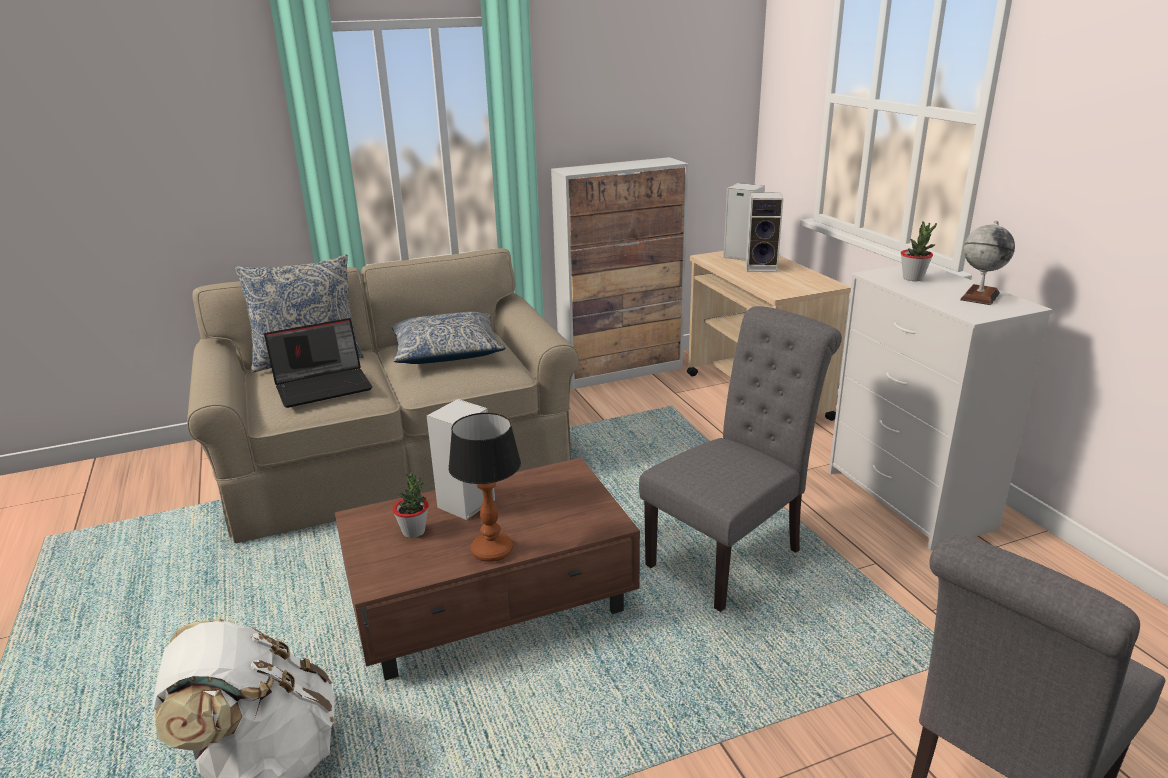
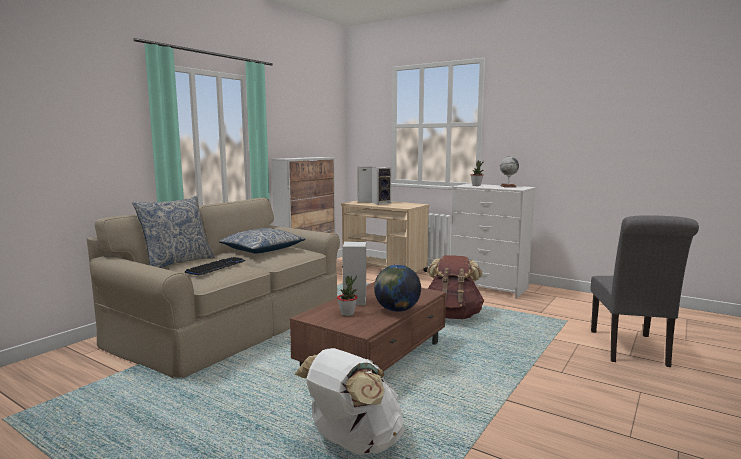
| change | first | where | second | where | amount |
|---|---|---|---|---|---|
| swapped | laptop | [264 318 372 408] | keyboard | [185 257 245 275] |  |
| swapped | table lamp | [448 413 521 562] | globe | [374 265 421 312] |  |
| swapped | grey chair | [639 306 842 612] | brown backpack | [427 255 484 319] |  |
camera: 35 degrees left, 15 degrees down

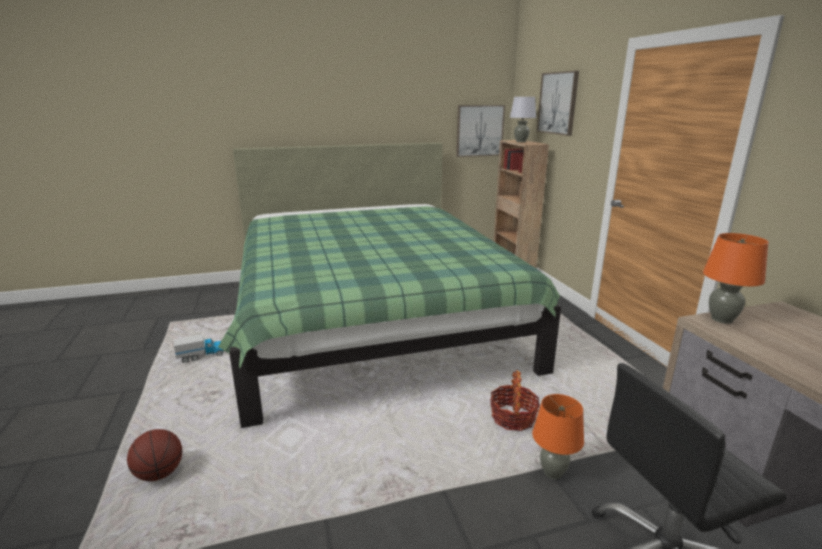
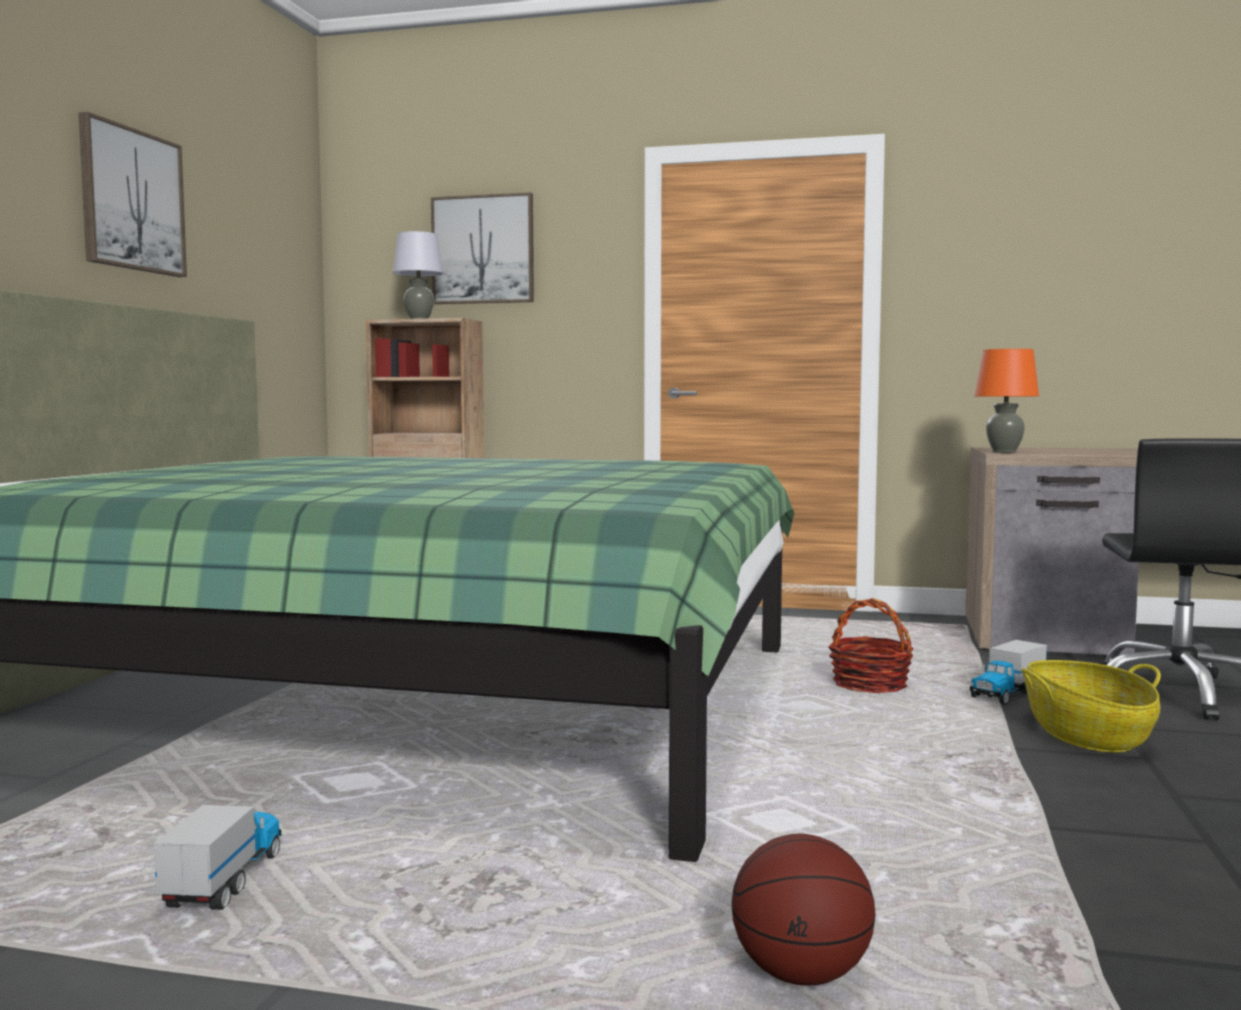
| change | first | where | second | where | amount |
|---|---|---|---|---|---|
| new |  |  | basket | [1021 660 1161 752] |  |
| shifted | picture | [456 105 505 157] |  | [79 112 187 277] |  |
| swapped | orange table lamp | [532 394 584 479] | toy truck | [970 640 1047 705] |  |
camera: 60 degrees left, 15 degrees down

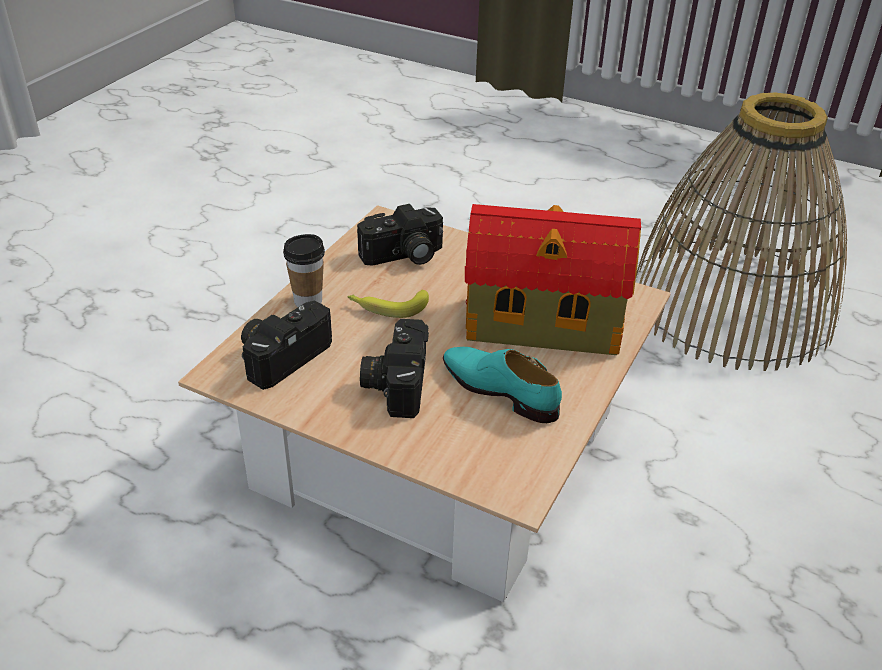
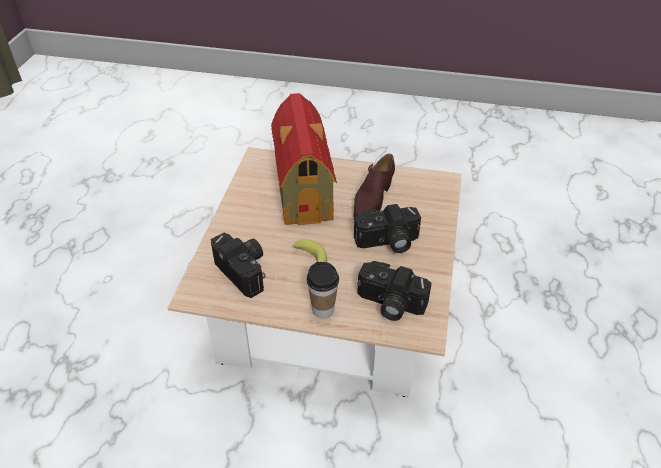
| change | first | where | second | where | amount |
|---|---|---|---|---|---|
| gone | basket | [636 92 847 371] |  |  |  |
| repainted | turquoise shoe | [443 347 562 423] | brown shoe | [354 154 395 219] |  |
camera: 105 degrees left, 5 degrees up

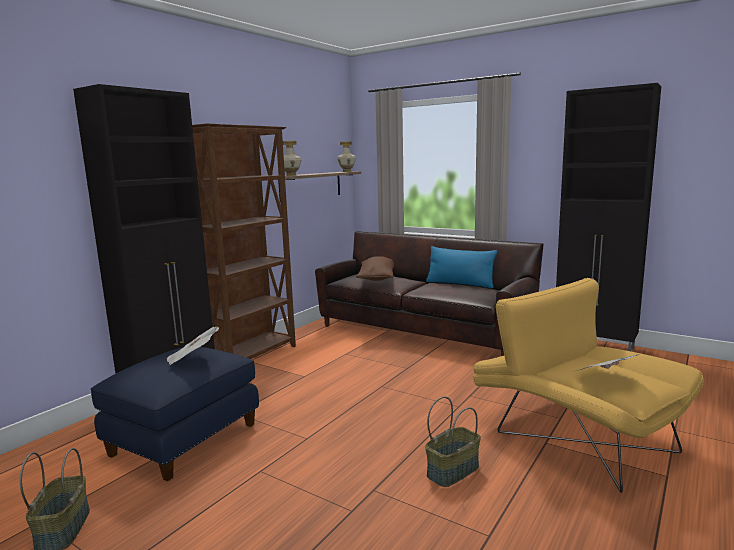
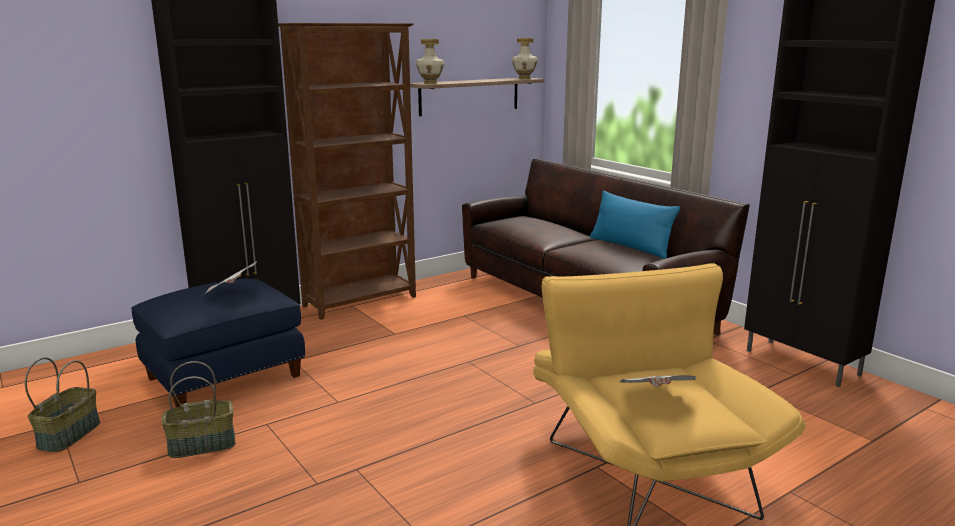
| change | first | where | second | where | amount |
|---|---|---|---|---|---|
| gone | brown pillow | [356 256 394 281] |  |  |  |
| shifted | basket | [425 396 481 487] |  | [162 361 235 458] |  |
camera: 20 degrees right, 5 degrees up

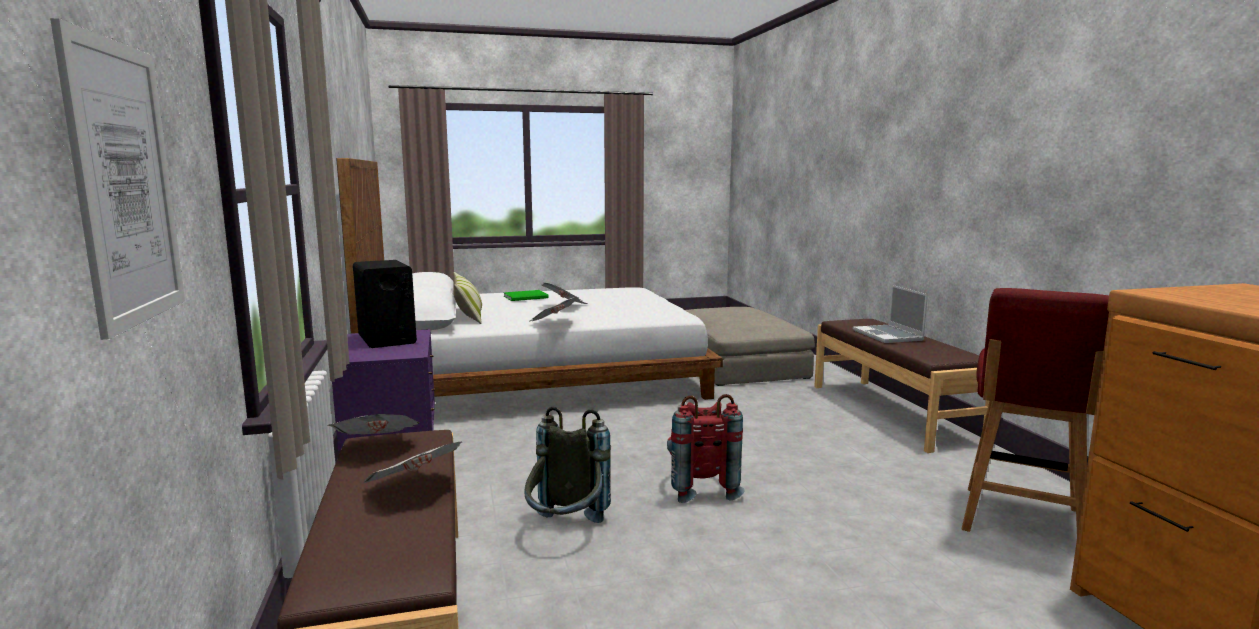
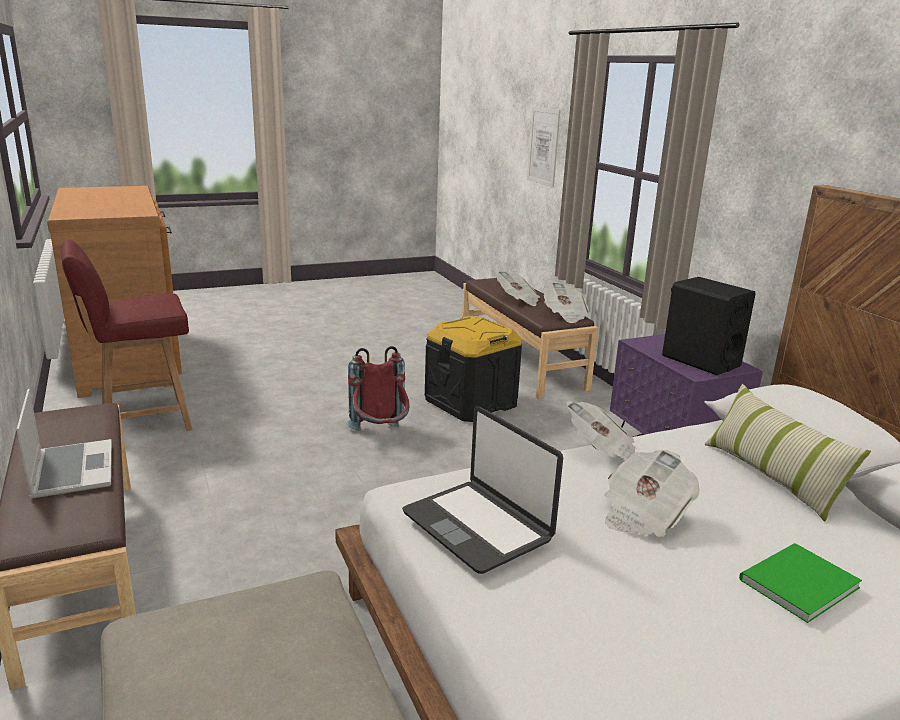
| change | first | where | second | where | amount |
|---|---|---|---|---|---|
| new |  |  | laptop | [402 407 563 574] |  |
| swapped | grey backpack | [525 407 611 523] | black storage box | [425 316 522 422] |  |
| rotated | red chair | [962 288 1109 535] |  | [61 240 192 431] | 135 degrees counterclockwise |
camera: 170 degrees right, 10 degrees up

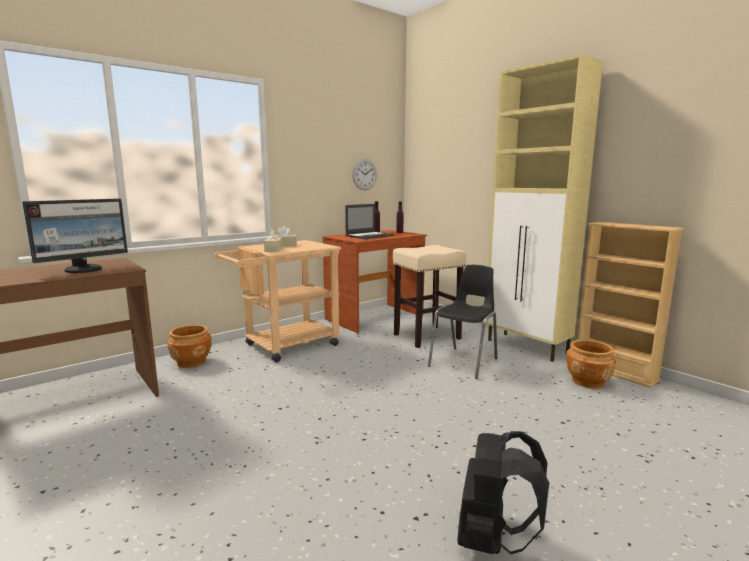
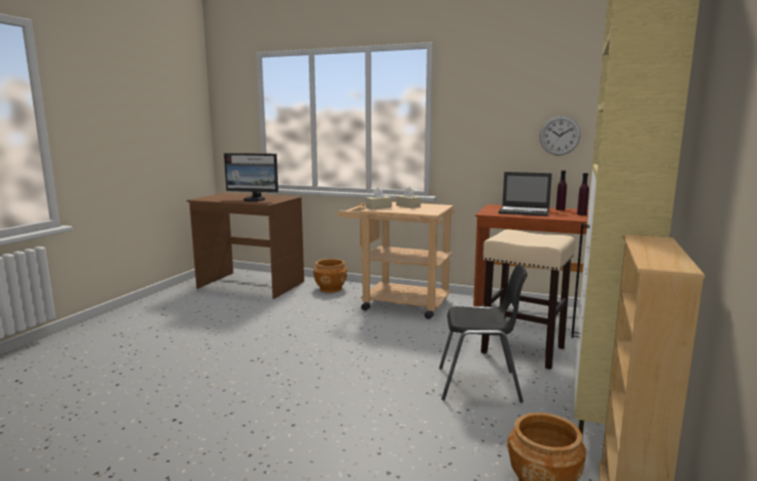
| change | first | where | second | where | amount |
|---|---|---|---|---|---|
| gone | black backpack | [458 431 549 555] |  |  |  |
camera: 60 degrees right, 0 degrees up

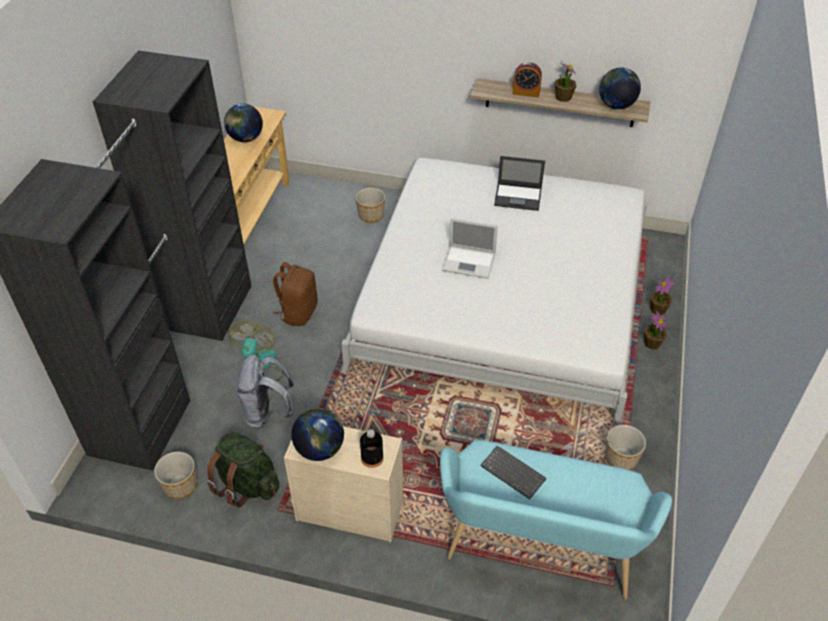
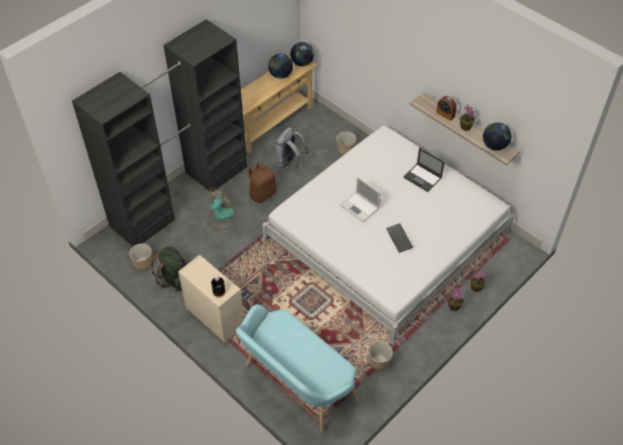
| change | first | where | second | where | amount |
|---|---|---|---|---|---|
| shifted | grey backpack | [235 354 294 429] |  | [275 127 309 168] |  |
| shifted | globe | [291 408 344 461] |  | [290 42 314 66] |  |
| shifted | keyboard | [480 446 547 499] |  | [386 223 413 253] |  |
camera: 30 degrees right, 5 degrees up

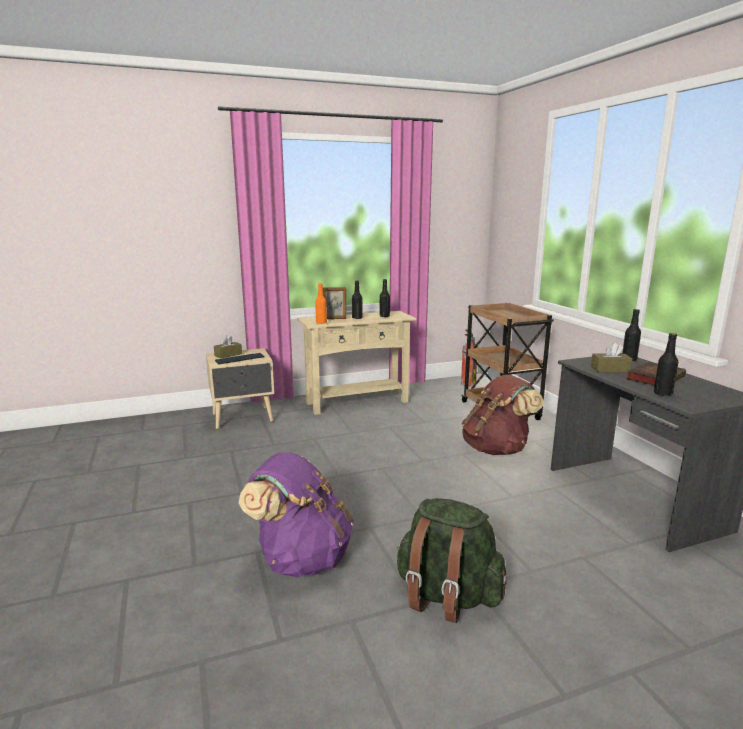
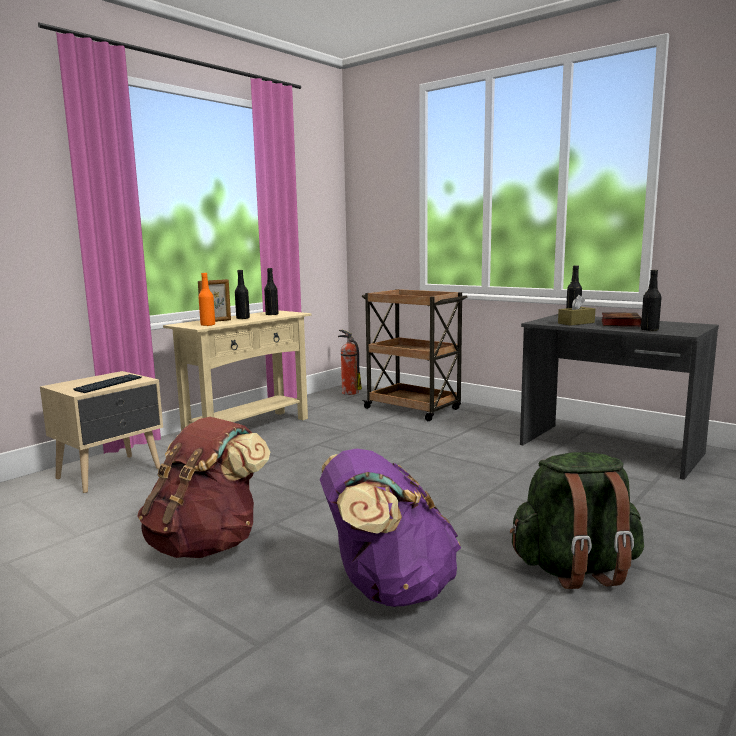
| change | first | where | second | where | amount |
|---|---|---|---|---|---|
| gone | brown tissue box | [214 335 242 359] |  |  |  |
| shifted | brown backpack | [461 375 544 455] |  | [137 417 270 558] |  |
camera: 30 degrees left, 5 degrees down

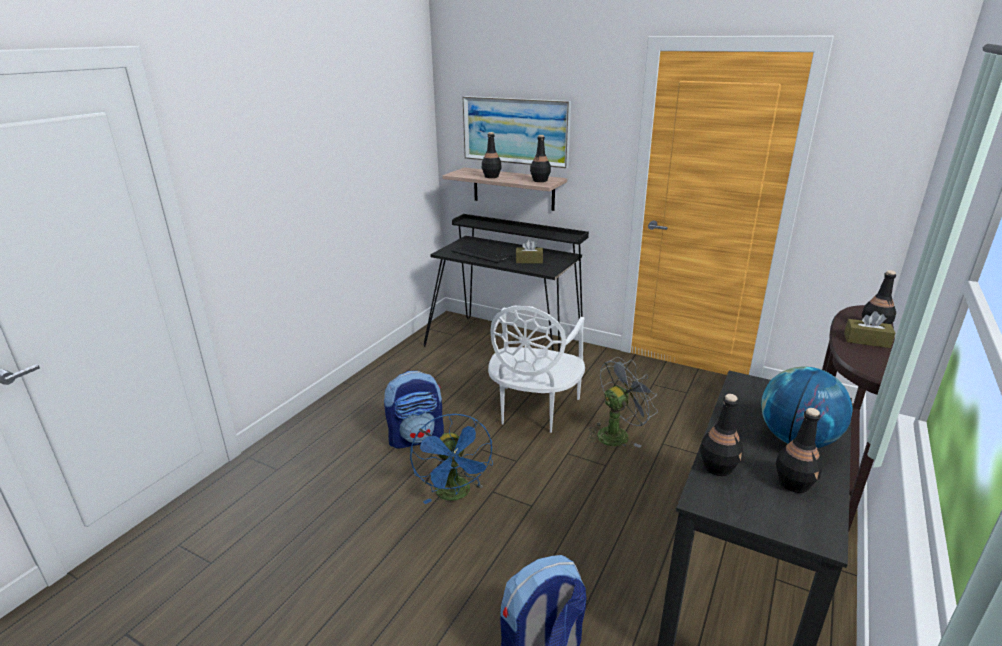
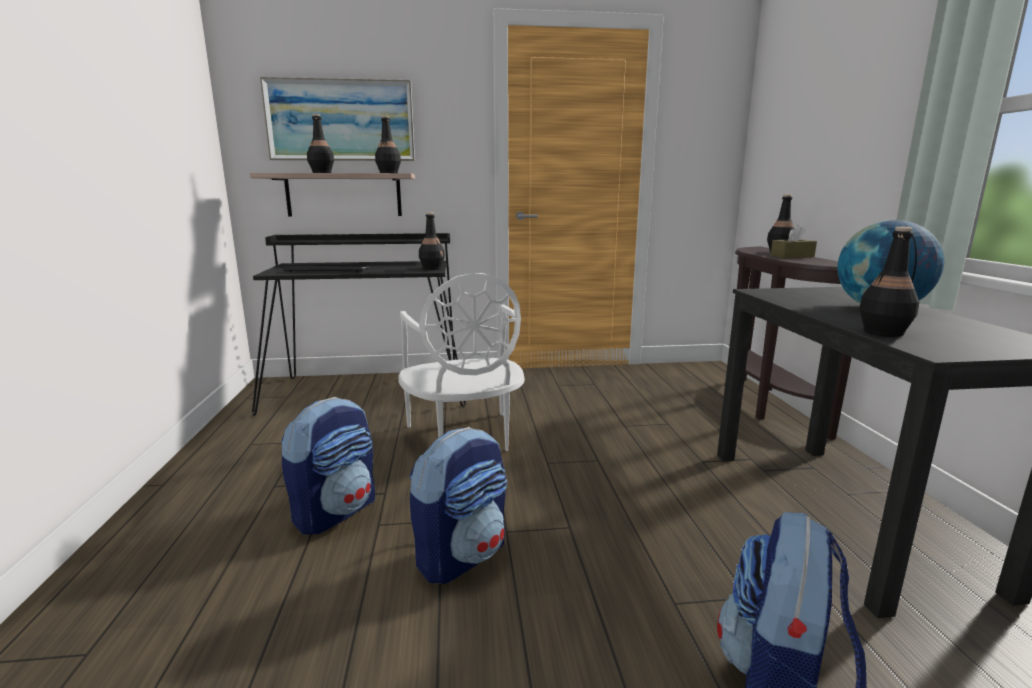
| change | first | where | second | where | amount |
|---|---|---|---|---|---|
| gone | brown tissue box | [516 239 543 263] |  |  |  |
| gone | grey fan | [587 357 658 448] |  |  |  |
| shifted | black bottle | [775 408 823 493] |  | [419 212 445 270] |  |
| swapped | blue fan | [410 414 493 504] | backpack | [409 427 508 584] |  |
camera: 35 degrees left, 10 degrees down

